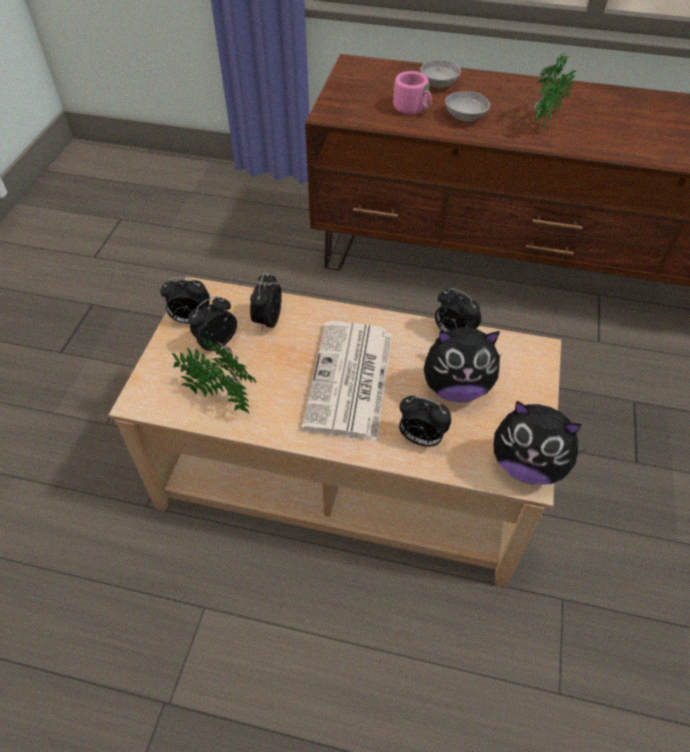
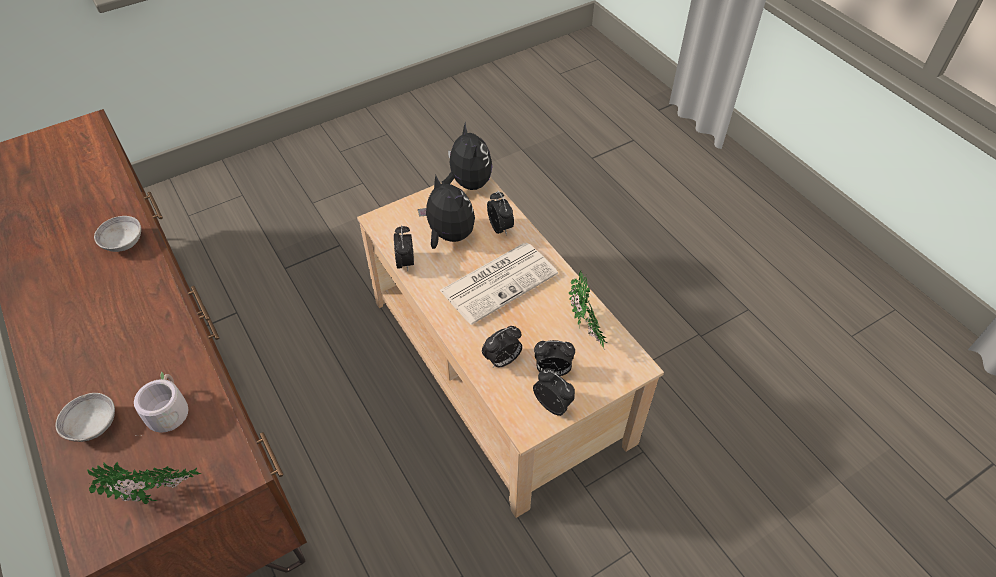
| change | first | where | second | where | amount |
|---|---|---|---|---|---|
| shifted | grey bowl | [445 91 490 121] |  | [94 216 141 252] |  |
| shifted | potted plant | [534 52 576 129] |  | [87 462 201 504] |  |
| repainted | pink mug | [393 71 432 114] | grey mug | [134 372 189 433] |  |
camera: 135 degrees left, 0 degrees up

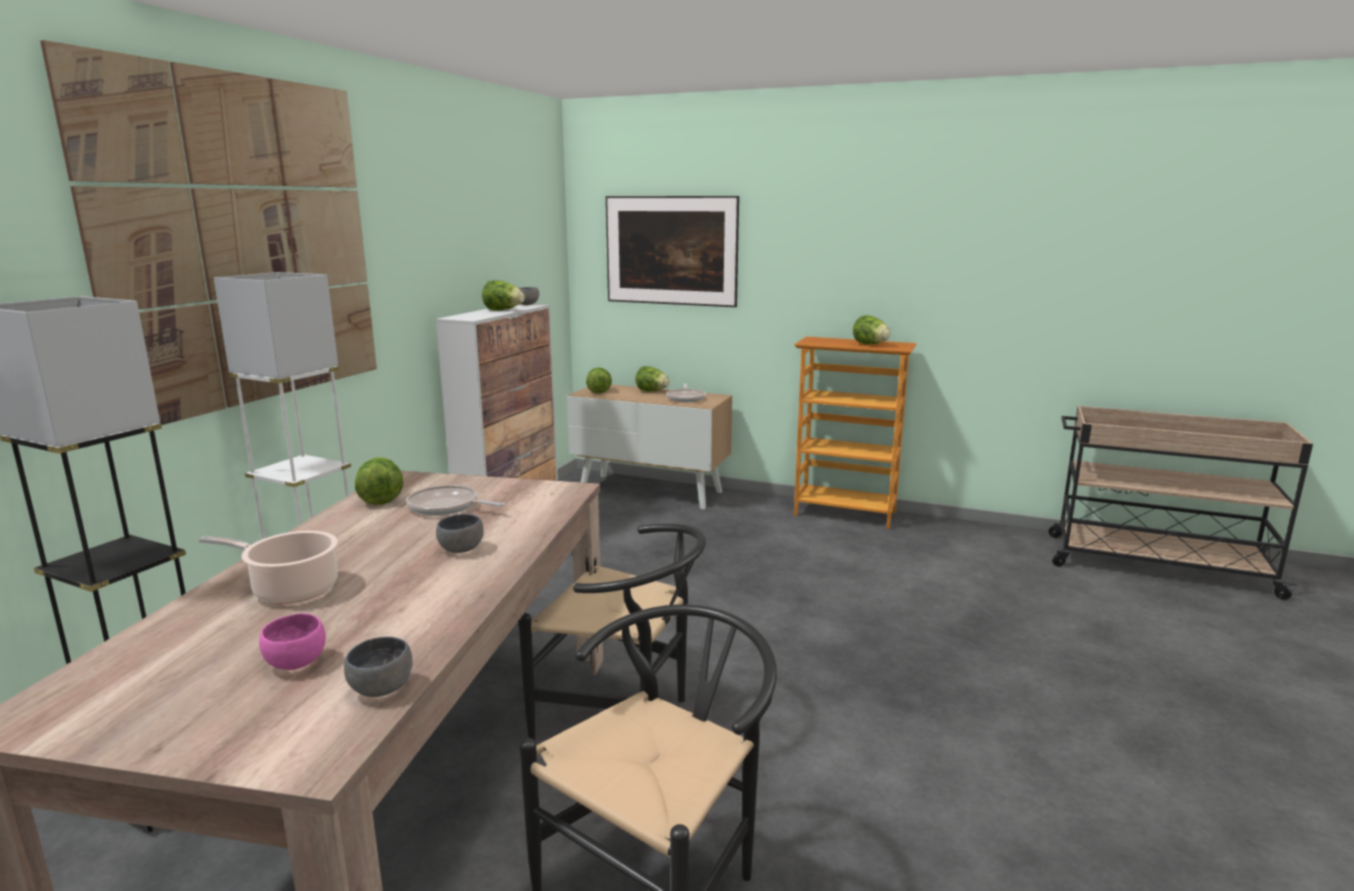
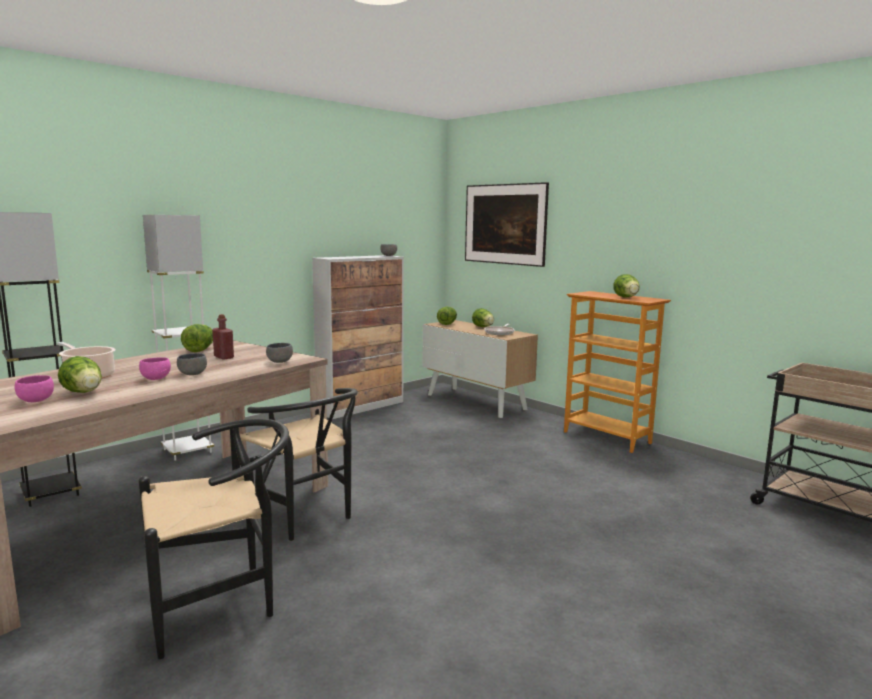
| change | first | where | second | where | amount |
|---|---|---|---|---|---|
| gone | picture | [40 40 377 432] |  |  |  |
| new |  |  | pink bowl | [139 357 171 380] |  |
| shifted | grey bowl | [344 636 413 697] |  | [266 343 293 363] |  |
| shifted | lettuce | [482 280 525 311] |  | [58 356 102 393] |  |
| swapped | frying pan | [406 485 505 516] | red bottle | [212 314 234 360] |  |
camera: 25 degrees right, 5 degrees down

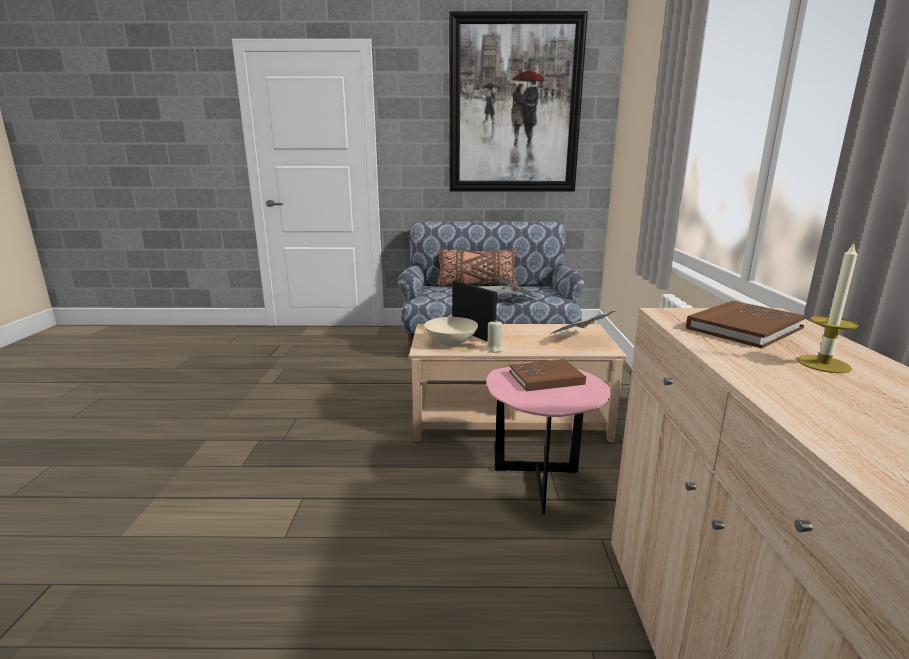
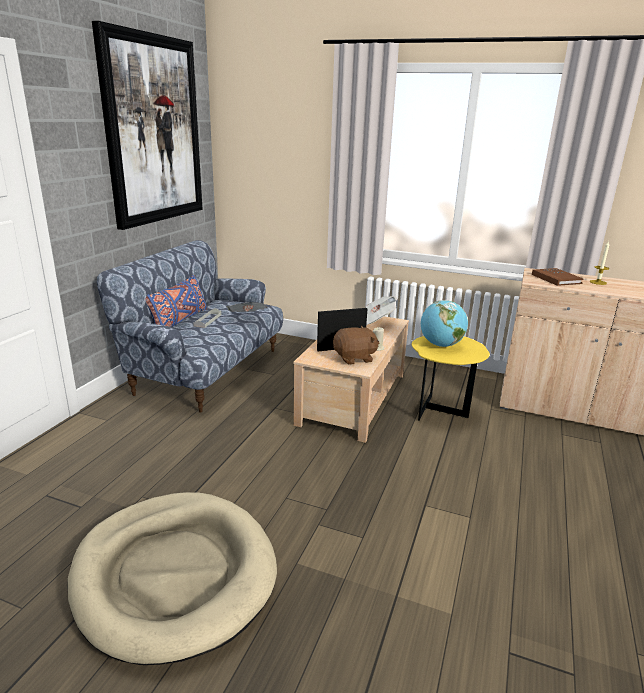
| change | first | where | second | where | amount |
|---|---|---|---|---|---|
| new |  |  | beige dog bed | [68 492 277 665] |  |
| swapped | beige bowl | [424 317 478 347] | brown plush toy | [333 326 379 365] |  |
| swapped | brown book | [509 359 586 391] | globe | [421 300 468 347] |  |
| repainted | brown pillow | [438 248 518 286] | blue pillow | [145 275 207 327] |  |
| repainted | pink side table | [486 362 611 514] | yellow side table | [412 336 490 421] |  |
camera: 70 degrees left, 5 degrees up

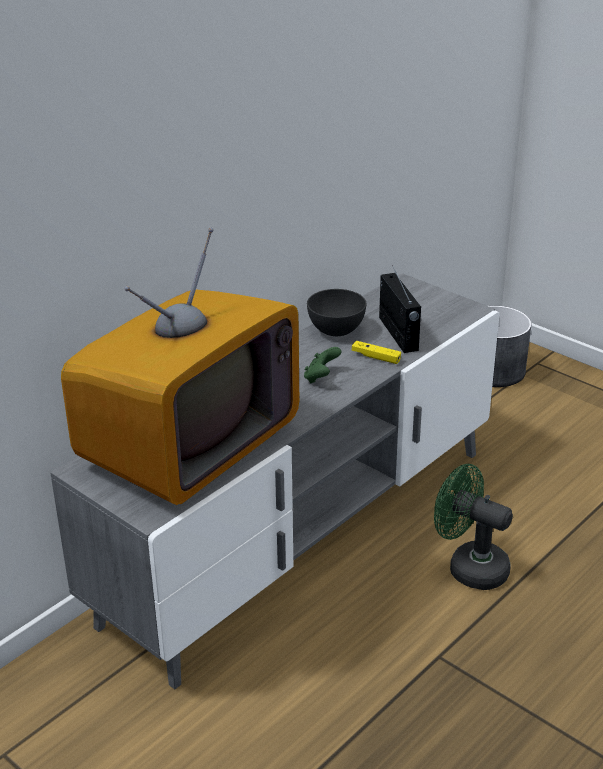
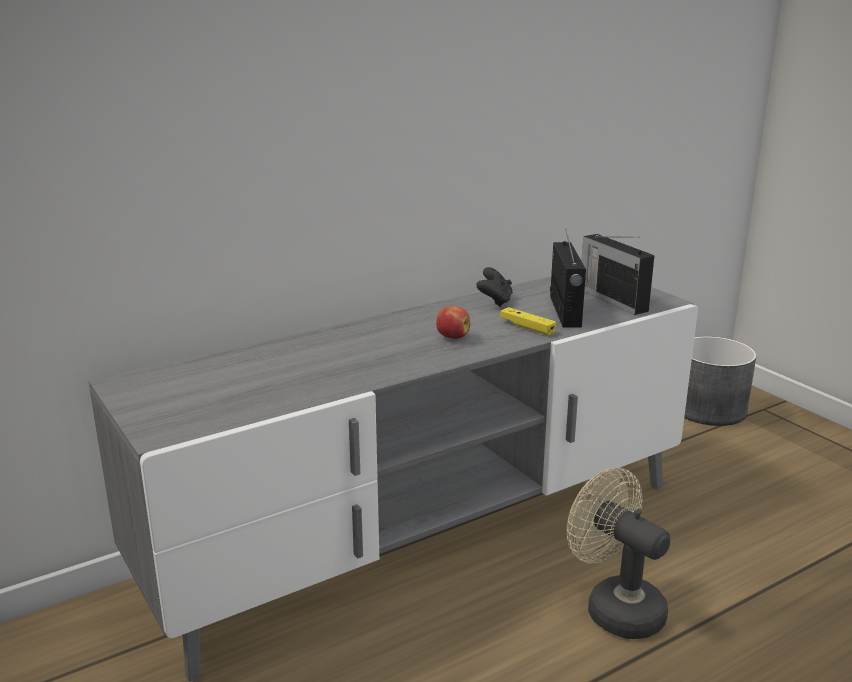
| change | first | where | second | where | amount |
|---|---|---|---|---|---|
| gone | television | [61 228 299 505] |  |  |  |
| new |  |  | radio | [582 234 654 315] |  |
| swapped | green game controller | [304 347 341 384] | apple | [436 306 470 339] |  |
| swapped | grey bowl | [307 289 366 336] | black game controller | [476 267 513 307] |  |
| repainted | green fan | [434 464 513 590] | beige fan | [567 467 670 639] |  |
camera: 15 degrees right, 10 degrees down

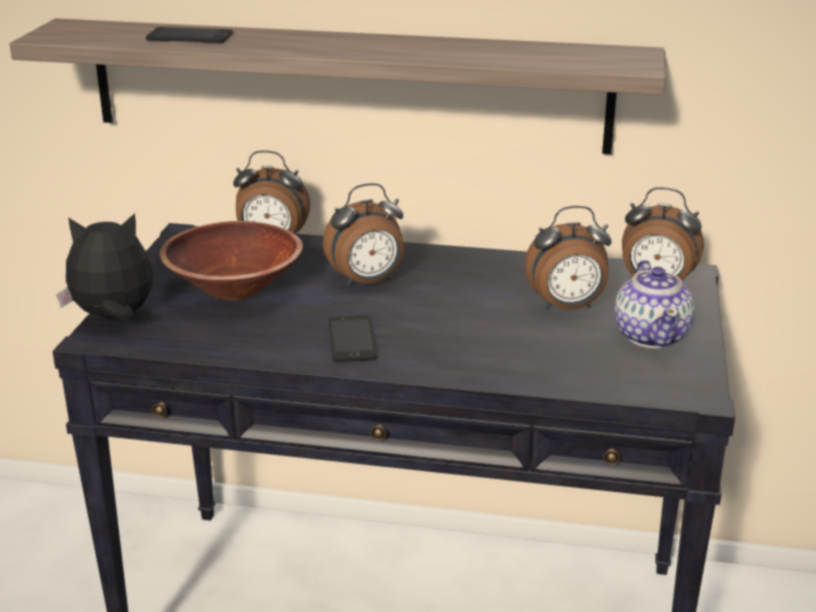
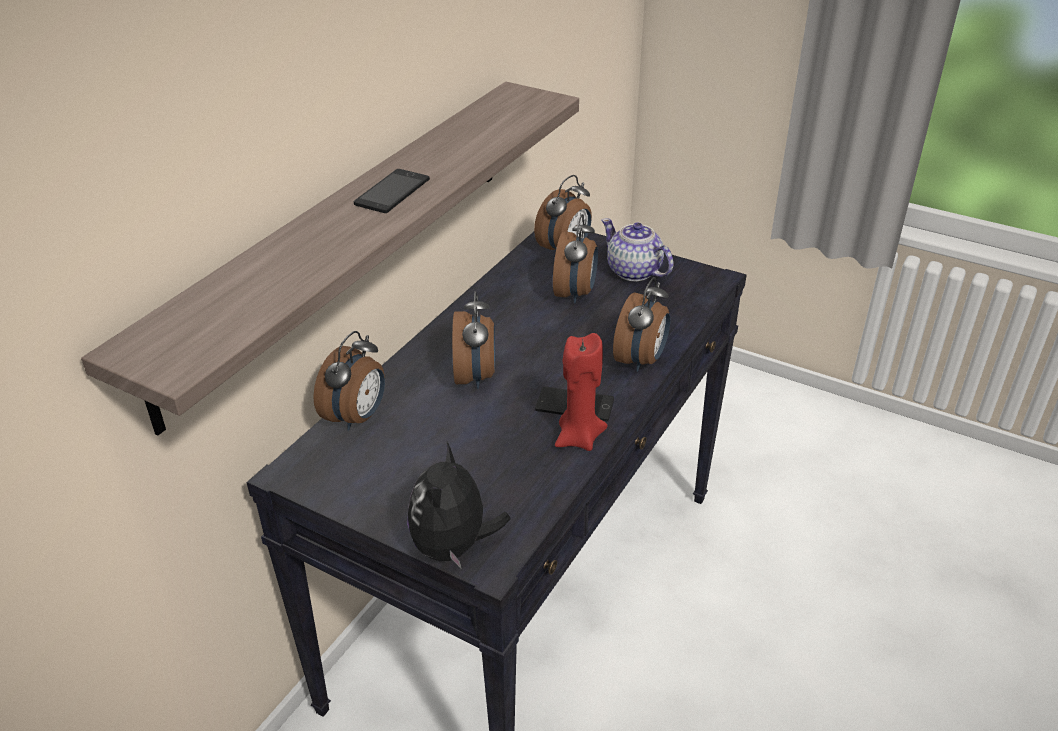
| change | first | where | second | where | amount |
|---|---|---|---|---|---|
| gone | brown bowl | [160 221 303 300] |  |  |  |
| new |  |  | red candle | [555 333 608 451] |  |
| new |  |  | alarm clock | [613 277 670 372] |  |
| shifted | phone | [146 27 233 43] |  | [354 169 430 213] |  |
| rotated | teapot | [615 260 695 348] |  | [601 219 674 281] | 150 degrees counterclockwise |
camera: 70 degrees left, 10 degrees up

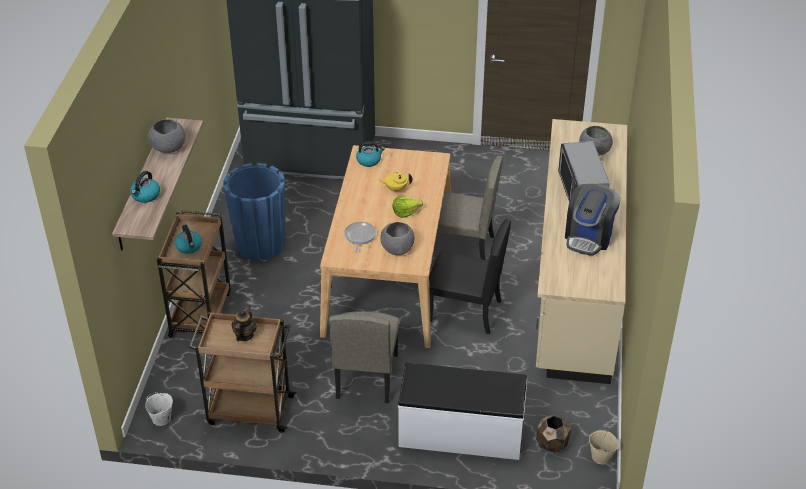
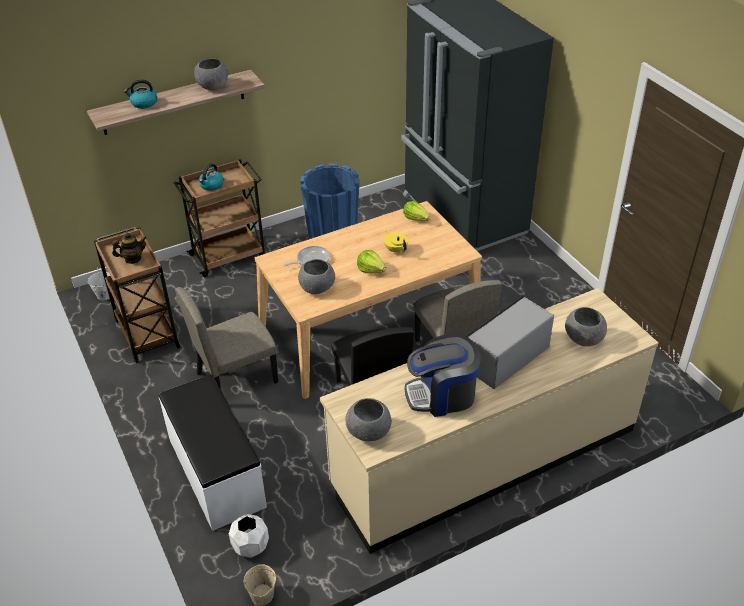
| change | first | where | second | where | amount |
|---|---|---|---|---|---|
| new |  |  | grey bowl | [345 398 392 441] |  |
| swapped | kettle | [356 141 385 167] | lettuce | [403 201 430 221] |  |
| repainted | brown planter | [536 415 571 453] | white planter | [229 514 269 558] |  |
camera: 55 degrees right, 0 degrees up

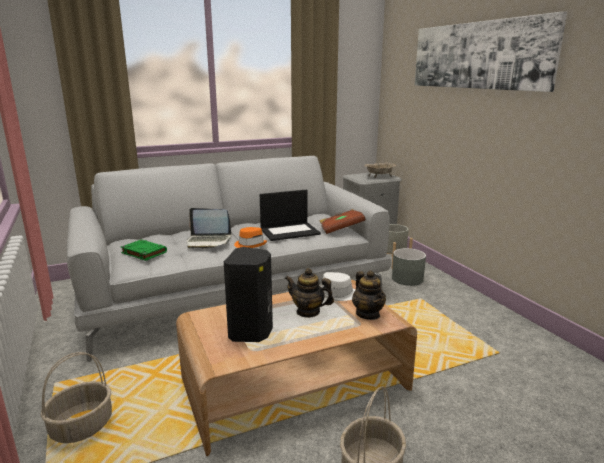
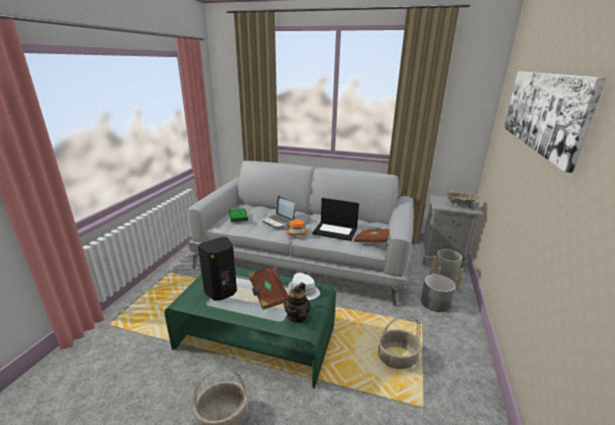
| change | first | where | second | where | amount |
|---|---|---|---|---|---|
| shifted | basket | [41 352 112 443] |  | [378 315 422 369] |  |
| swapped | teapot | [285 268 334 318] | brown book | [249 267 288 310] |  |
| repainted | brown coffee table | [176 280 417 456] | green coffee table | [164 267 336 388] |  |
camera: 40 degrees right, 5 degrees up

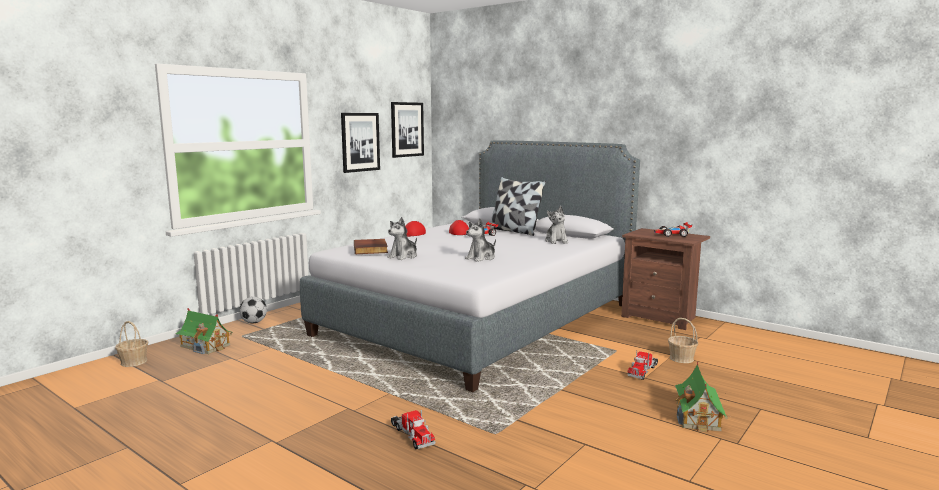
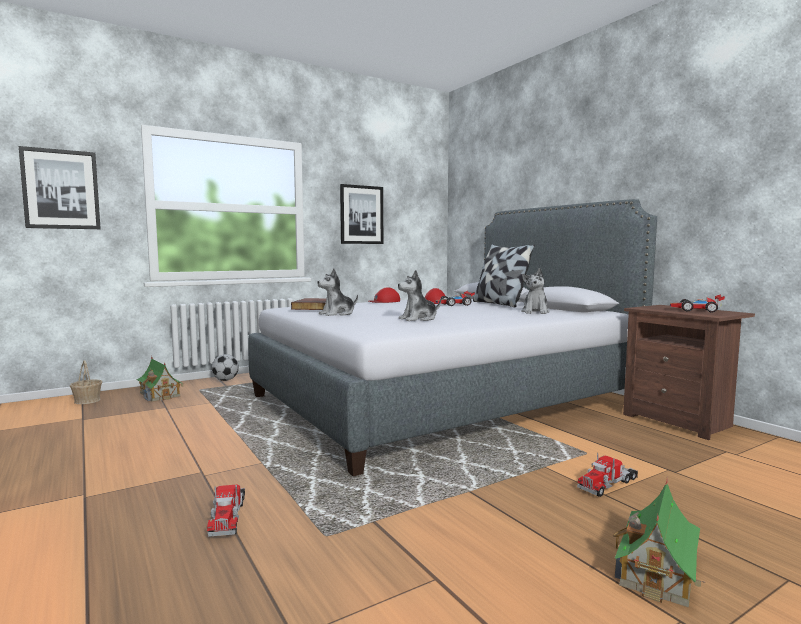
| change | first | where | second | where | amount |
|---|---|---|---|---|---|
| gone | basket | [668 318 698 363] |  |  |  |
| shifted | picture | [391 102 424 158] |  | [19 146 101 229] |  |
camera: 20 degrees right, 5 degrees down

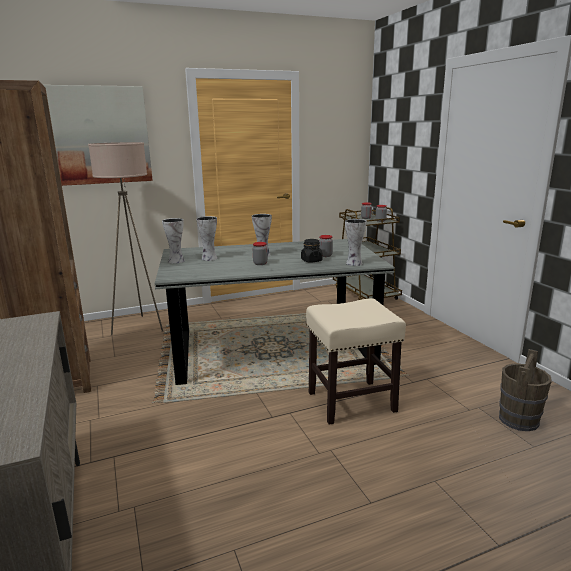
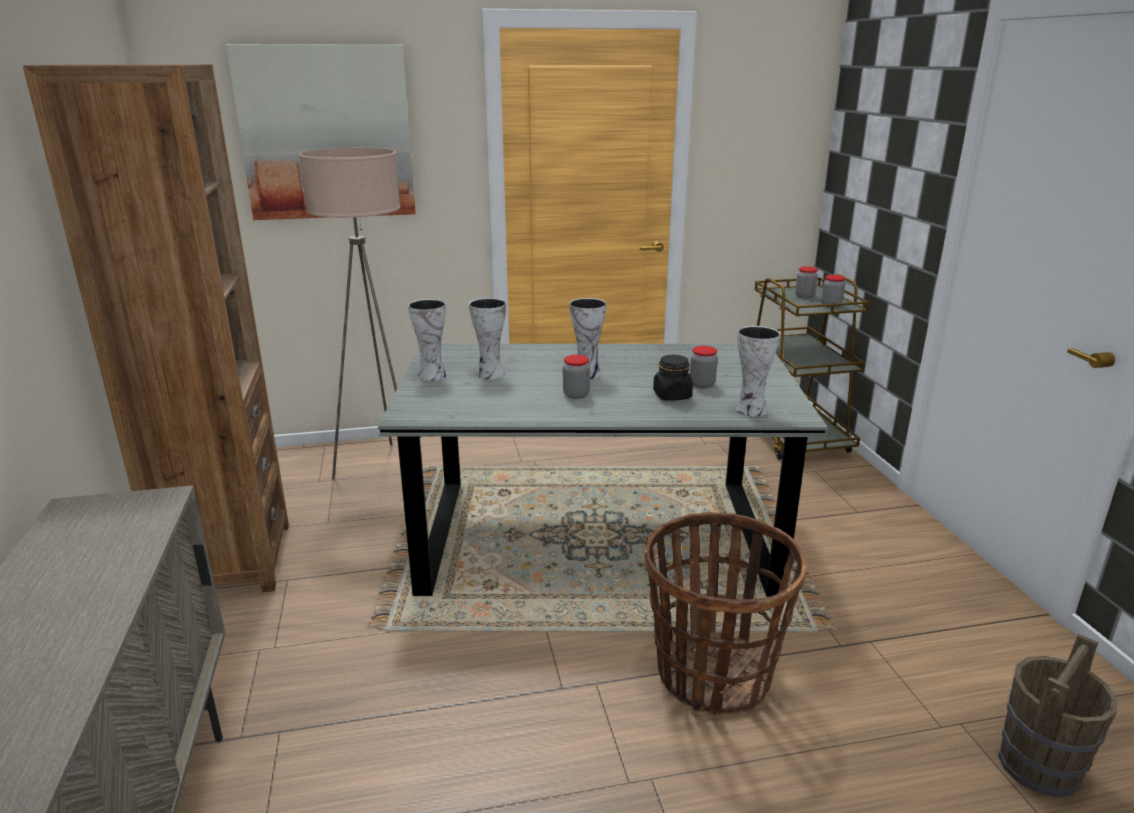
| change | first | where | second | where | amount |
|---|---|---|---|---|---|
| swapped | beige stool | [306 298 406 425] | basket | [645 512 806 715] |  |
camera: 10 degrees right, 5 degrees up

